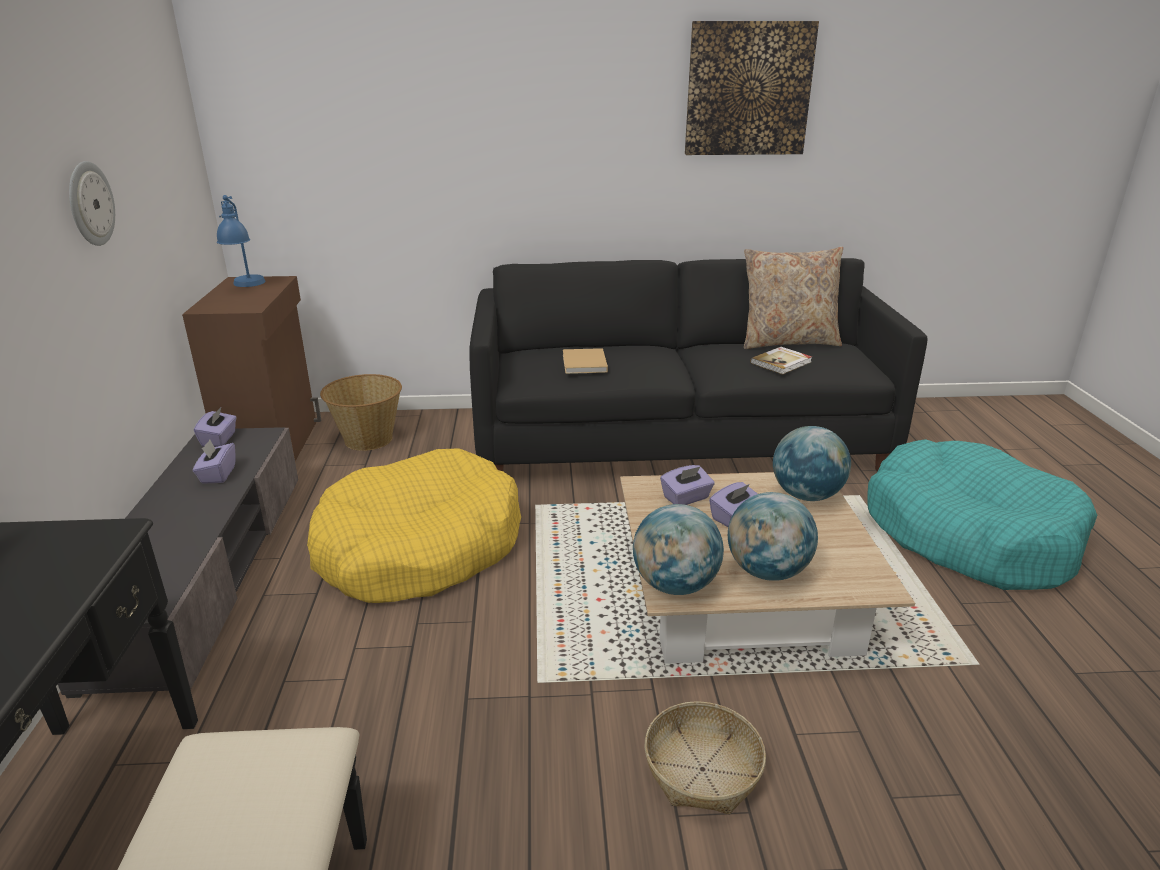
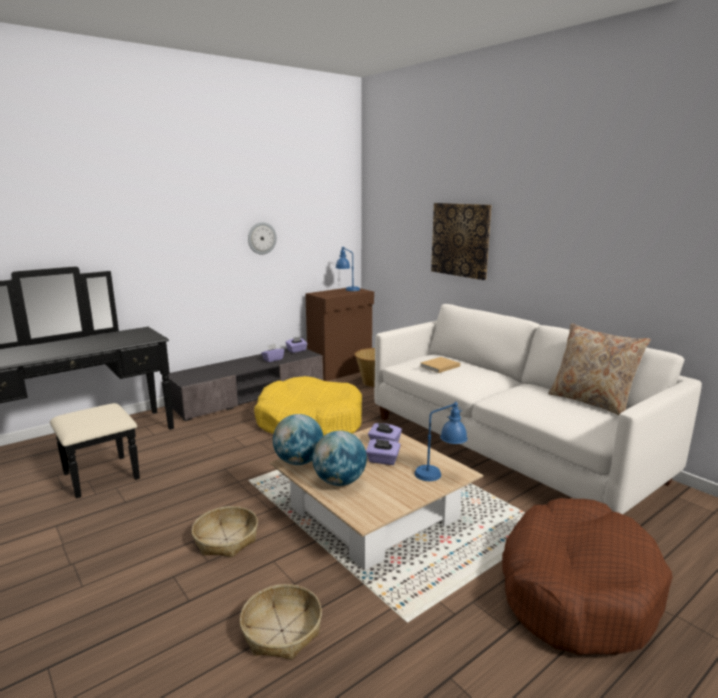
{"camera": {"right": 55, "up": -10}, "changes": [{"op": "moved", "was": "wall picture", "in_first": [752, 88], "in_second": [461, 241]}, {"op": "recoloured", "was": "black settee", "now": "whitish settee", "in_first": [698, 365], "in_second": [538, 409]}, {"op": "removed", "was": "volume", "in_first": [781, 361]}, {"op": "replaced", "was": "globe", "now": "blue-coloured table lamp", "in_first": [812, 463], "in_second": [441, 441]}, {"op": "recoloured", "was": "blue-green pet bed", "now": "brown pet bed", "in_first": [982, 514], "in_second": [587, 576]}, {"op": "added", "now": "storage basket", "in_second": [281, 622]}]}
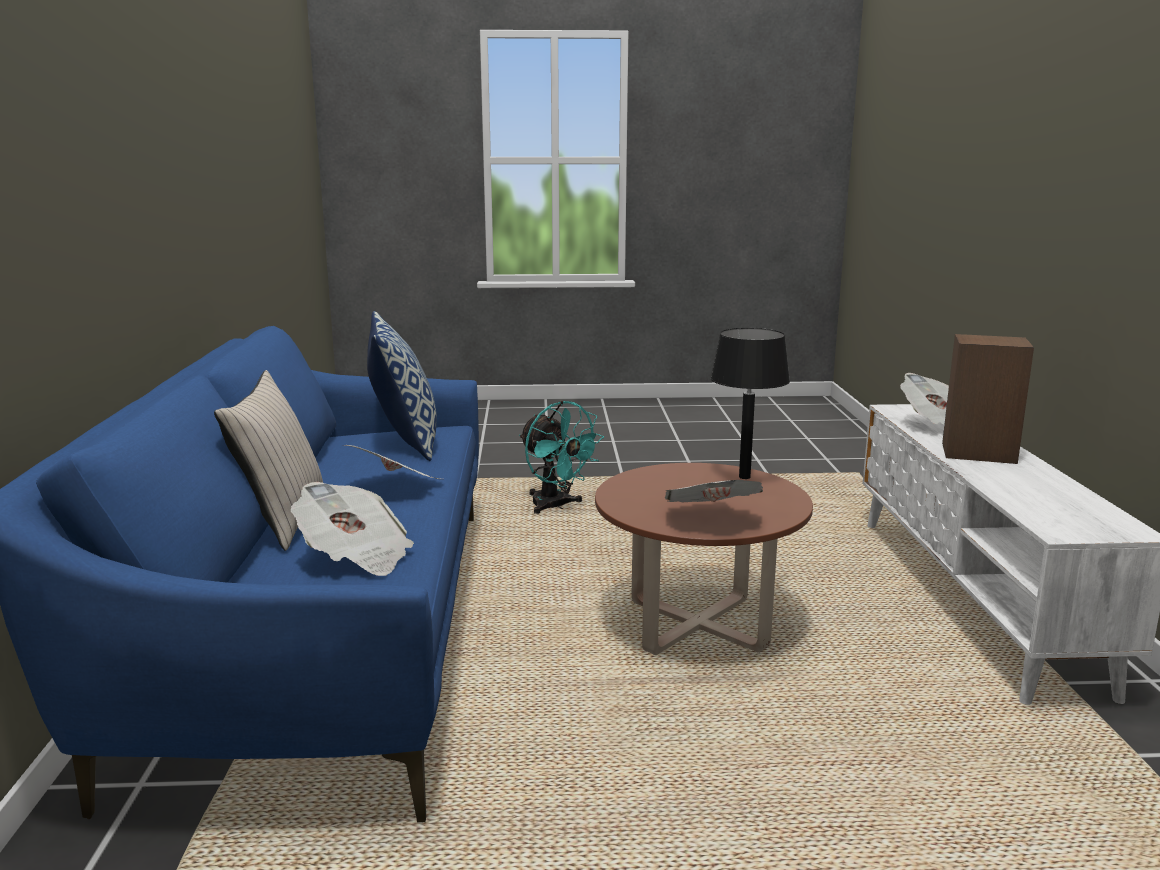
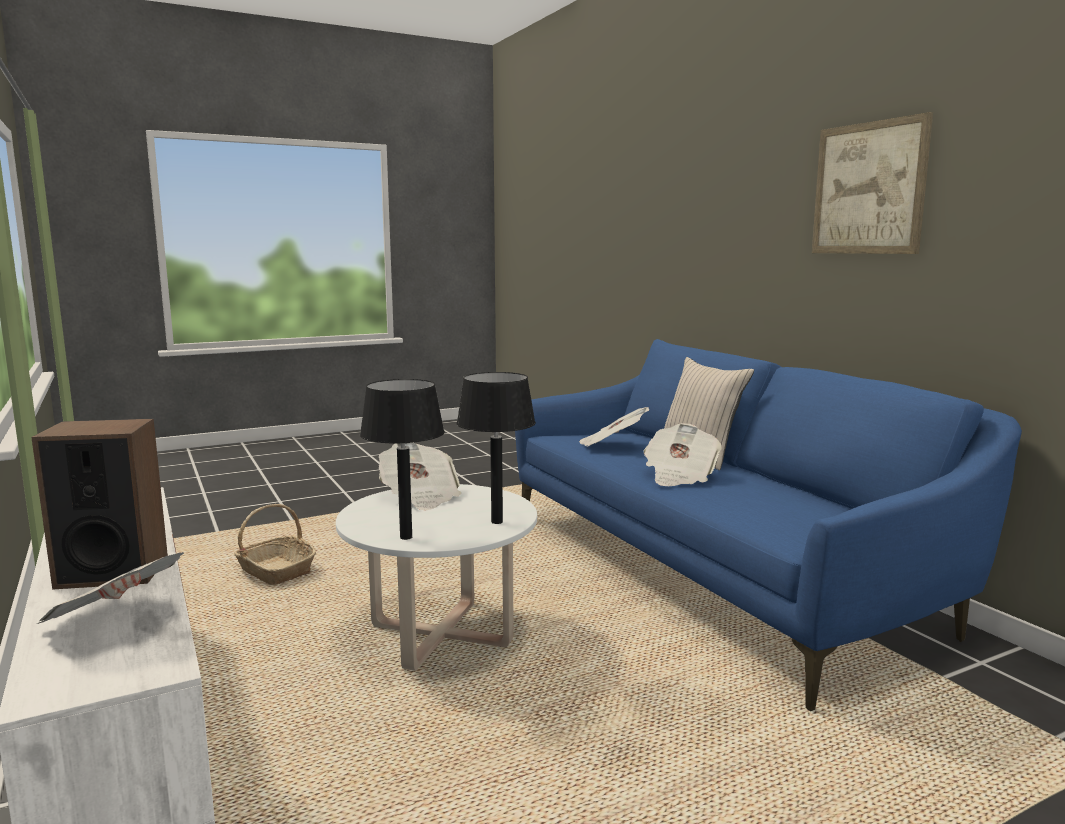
{"camera": {"right": 155, "up": -5}, "changes": [{"op": "removed", "was": "cushion", "in_first": [402, 386]}, {"op": "removed", "was": "blue-green fan", "in_first": [561, 457]}, {"op": "recoloured", "was": "brown lounge table", "now": "whitish lounge table", "in_first": [704, 559], "in_second": [436, 577]}, {"op": "added", "now": "wall picture", "in_second": [872, 183]}, {"op": "added", "now": "black table lamp", "in_second": [496, 448]}, {"op": "added", "now": "storage basket", "in_second": [275, 544]}]}
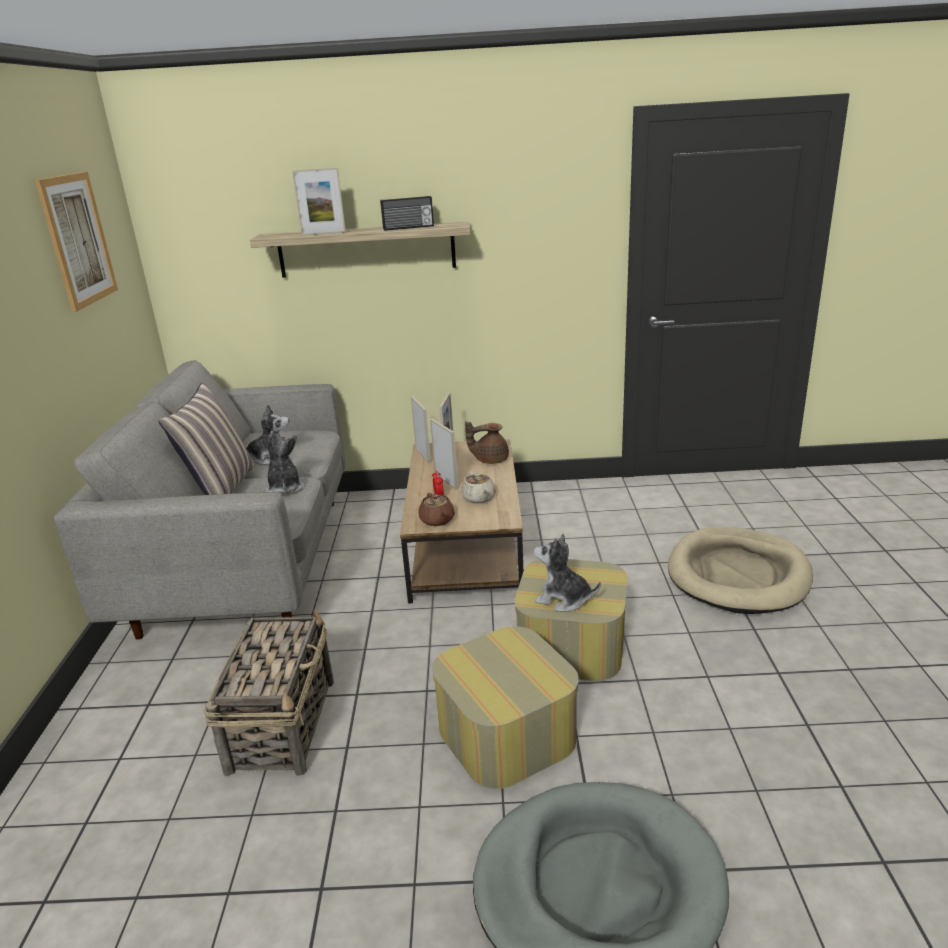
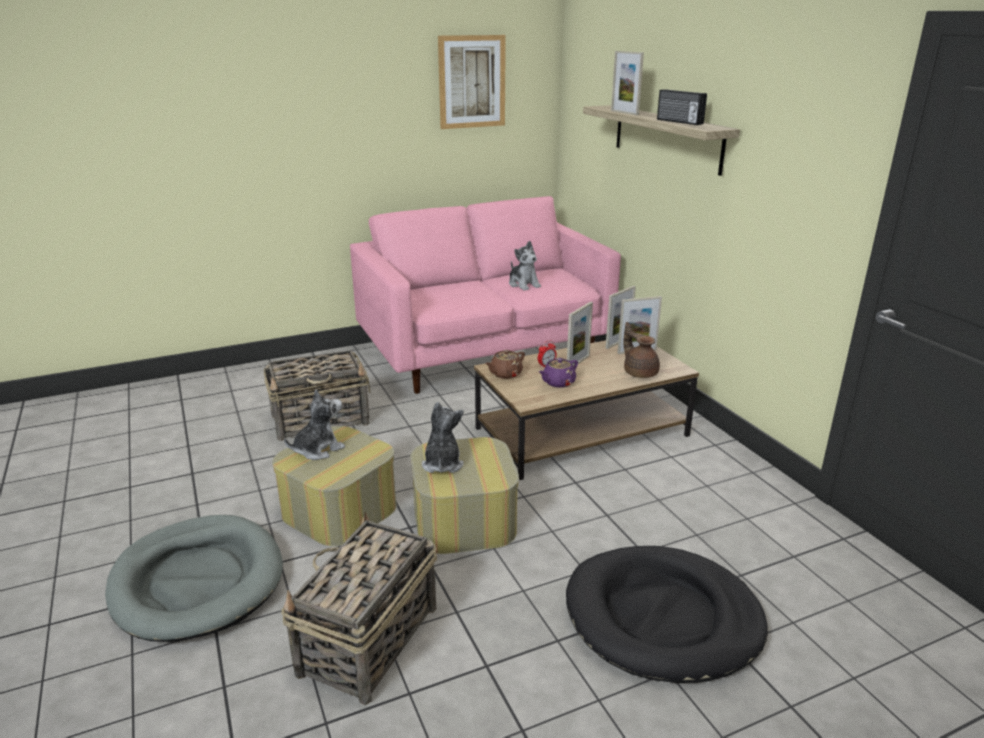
{"camera": {"right": 65, "up": 0}, "changes": [{"op": "recoloured", "was": "gray settee", "now": "pink settee", "in_first": [200, 500], "in_second": [485, 295]}, {"op": "removed", "was": "cushion", "in_first": [206, 438]}, {"op": "moved", "was": "cuddly toy", "in_first": [285, 462], "in_second": [314, 424]}, {"op": "recoloured", "was": "sand-coloured teapot", "now": "purple teapot", "in_first": [478, 488], "in_second": [558, 373]}, {"op": "recoloured", "was": "sand-coloured pet bed", "now": "black pet bed", "in_first": [740, 570], "in_second": [667, 614]}, {"op": "added", "now": "storage basket", "in_second": [359, 608]}]}
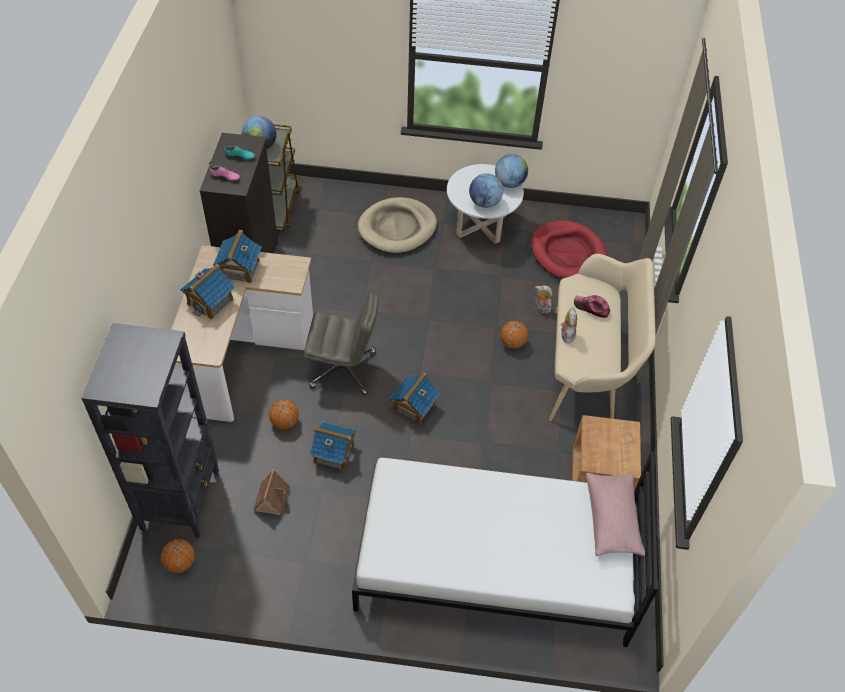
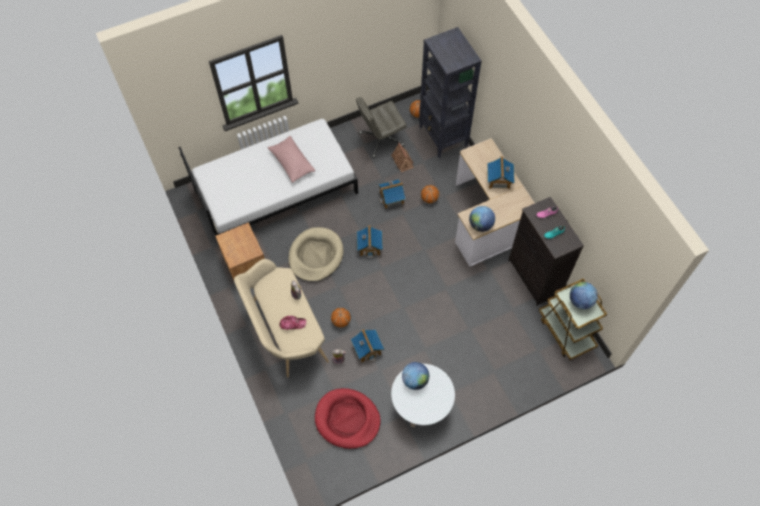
{"camera": {"right": 150, "up": 10}, "changes": [{"op": "moved", "was": "globe", "in_first": [511, 171], "in_second": [482, 219]}, {"op": "moved", "was": "sand-coloured pet bed", "in_first": [397, 225], "in_second": [316, 254]}, {"op": "moved", "was": "model house", "in_first": [237, 256], "in_second": [367, 345]}, {"op": "moved", "was": "gray desk chair", "in_first": [341, 343], "in_second": [381, 127]}, {"op": "moved", "was": "pink cushion", "in_first": [615, 514], "in_second": [291, 159]}]}
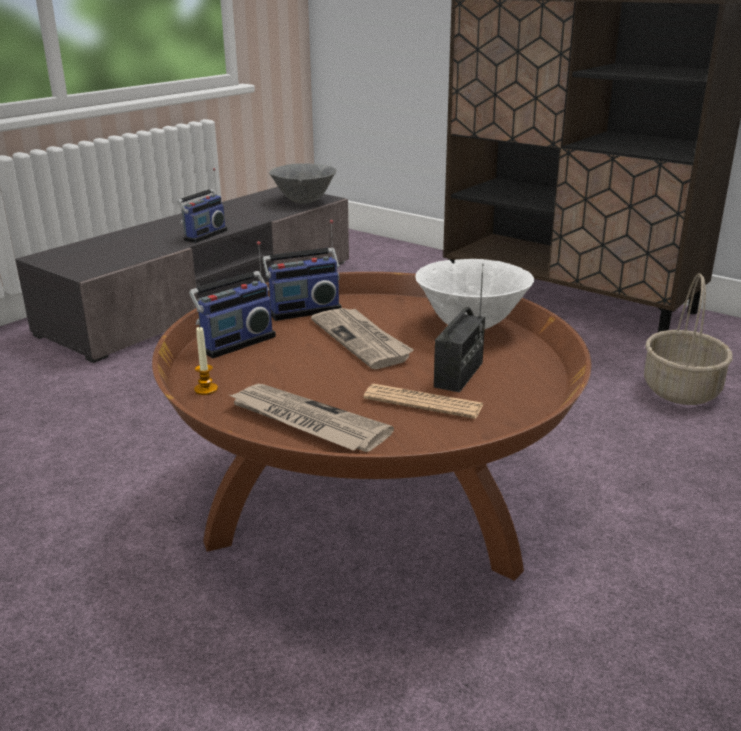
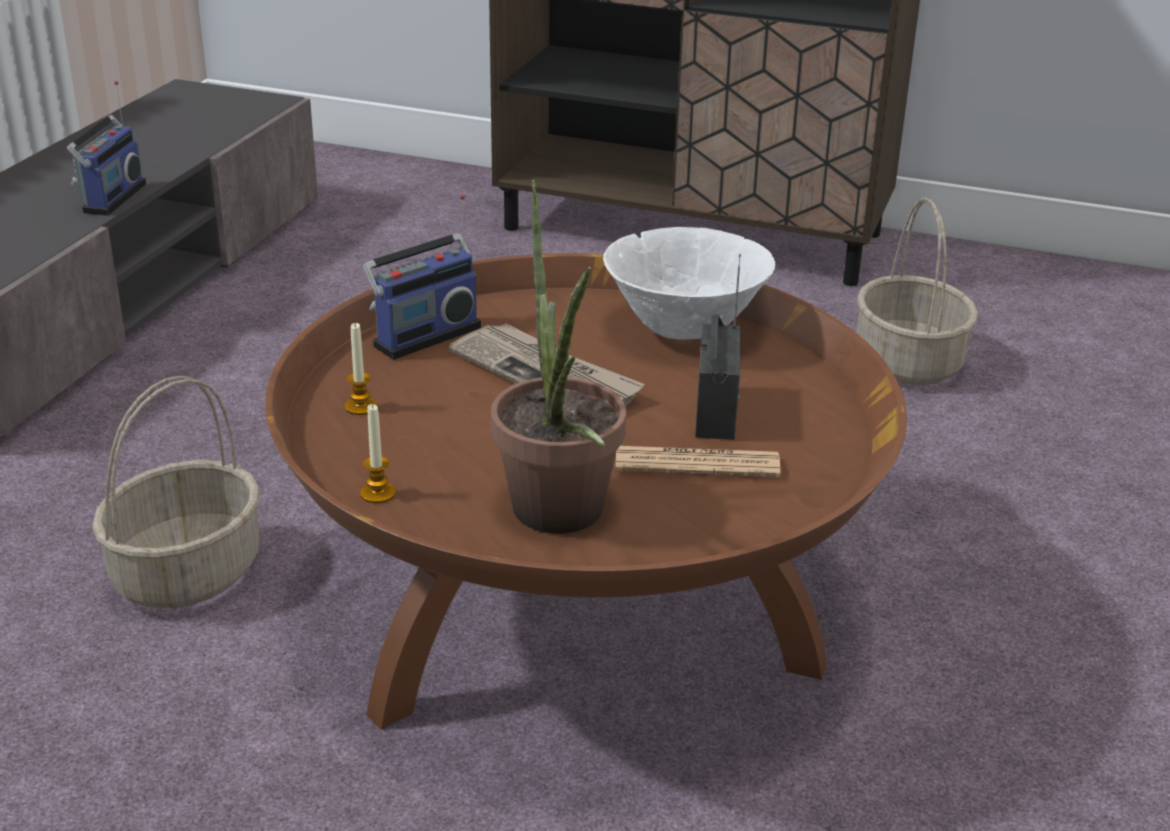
{"camera": {"right": -20, "up": 5}, "changes": [{"op": "removed", "was": "gray deep dish", "in_first": [303, 183]}, {"op": "replaced", "was": "radio receiver", "now": "wax candle", "in_first": [232, 299], "in_second": [361, 369]}, {"op": "replaced", "was": "newspaper", "now": "houseplant", "in_first": [310, 418], "in_second": [558, 356]}, {"op": "added", "now": "storage basket", "in_second": [176, 492]}]}
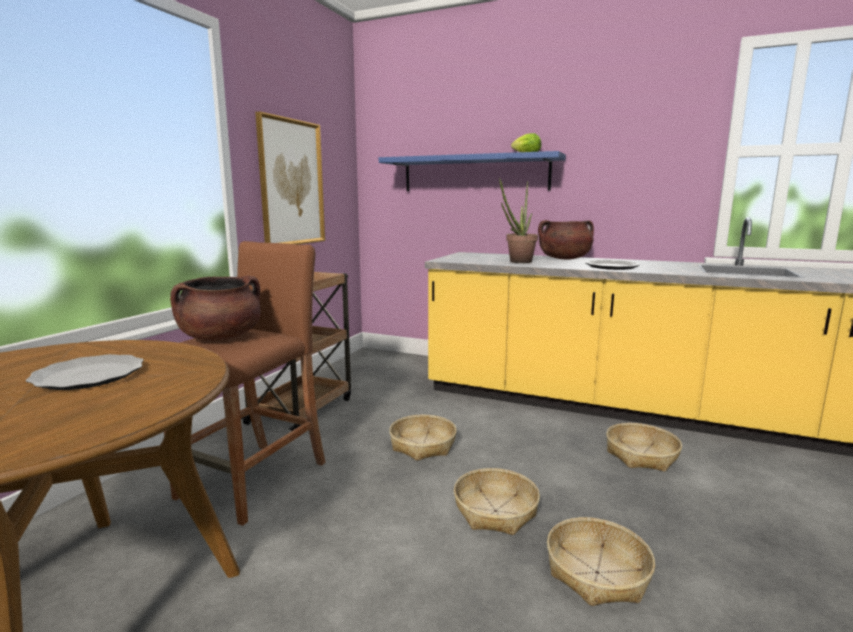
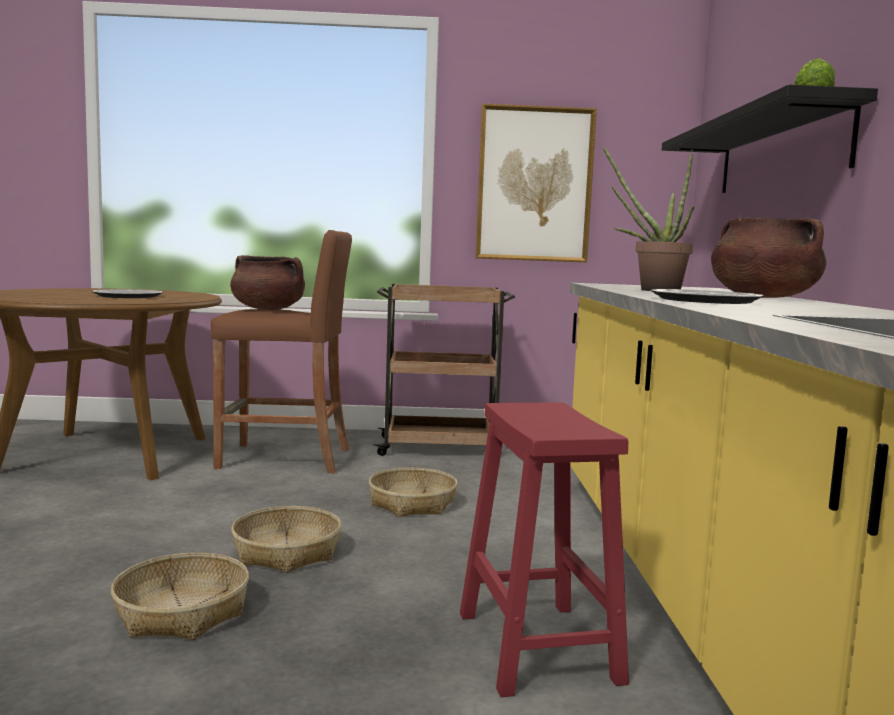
{"camera": {"right": 65, "up": -5}, "changes": [{"op": "recoloured", "was": "blue-coloured shelf", "now": "black shelf", "in_first": [472, 171], "in_second": [770, 139]}, {"op": "replaced", "was": "storage basket", "now": "reddish sitting stool", "in_first": [644, 447], "in_second": [544, 549]}]}
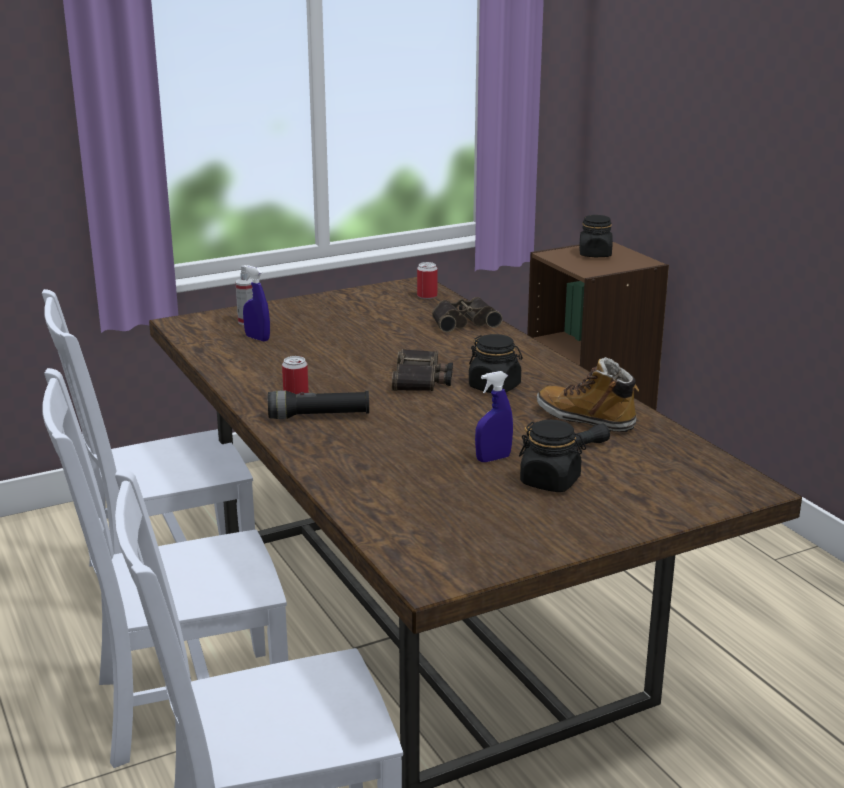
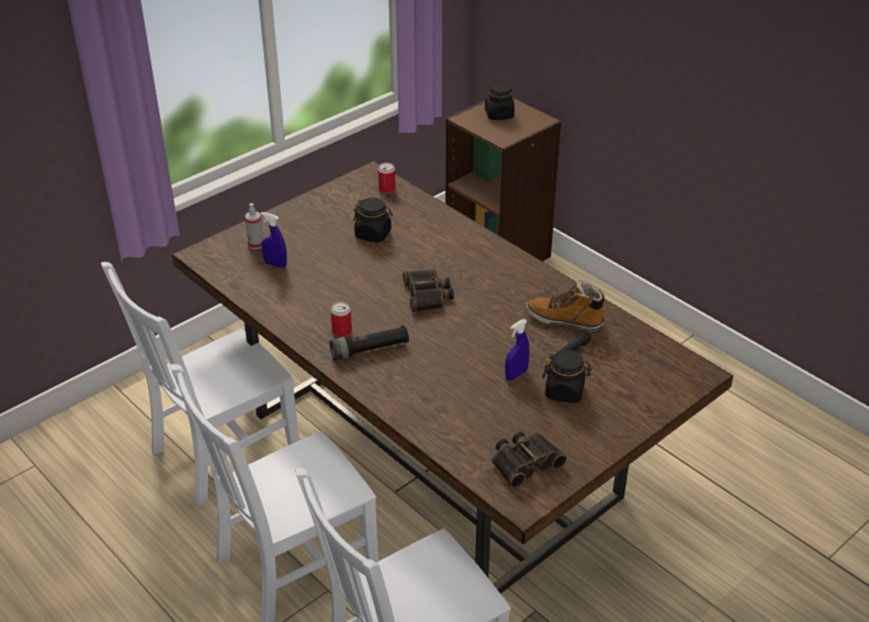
{"camera": {"right": -15, "up": 15}, "changes": [{"op": "moved", "was": "pair of binoculars", "in_first": [467, 315], "in_second": [529, 460]}, {"op": "moved", "was": "black preserve jar", "in_first": [496, 363], "in_second": [373, 220]}]}
